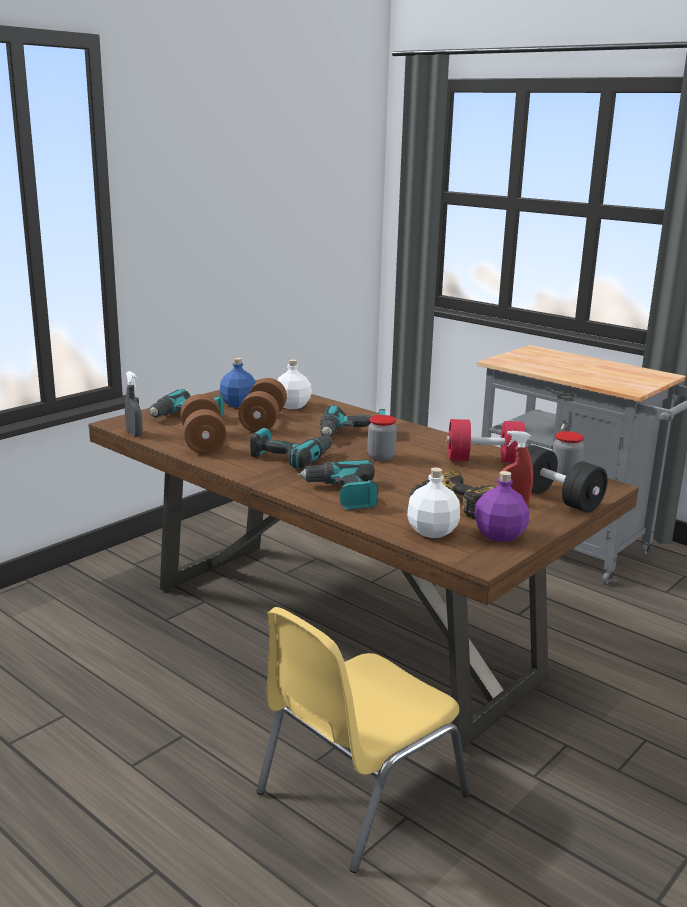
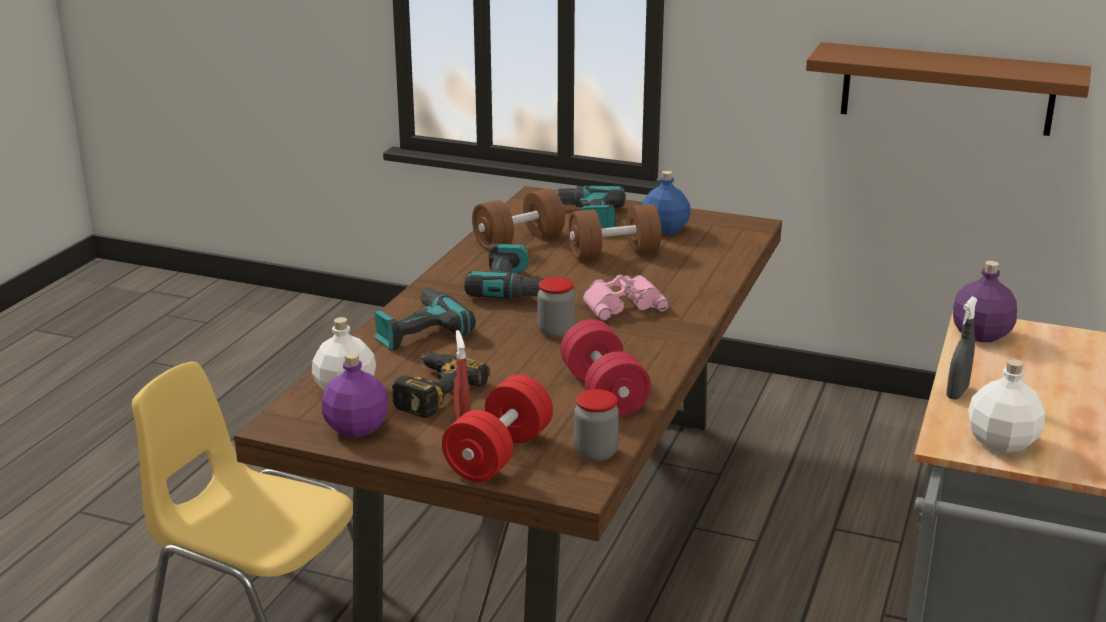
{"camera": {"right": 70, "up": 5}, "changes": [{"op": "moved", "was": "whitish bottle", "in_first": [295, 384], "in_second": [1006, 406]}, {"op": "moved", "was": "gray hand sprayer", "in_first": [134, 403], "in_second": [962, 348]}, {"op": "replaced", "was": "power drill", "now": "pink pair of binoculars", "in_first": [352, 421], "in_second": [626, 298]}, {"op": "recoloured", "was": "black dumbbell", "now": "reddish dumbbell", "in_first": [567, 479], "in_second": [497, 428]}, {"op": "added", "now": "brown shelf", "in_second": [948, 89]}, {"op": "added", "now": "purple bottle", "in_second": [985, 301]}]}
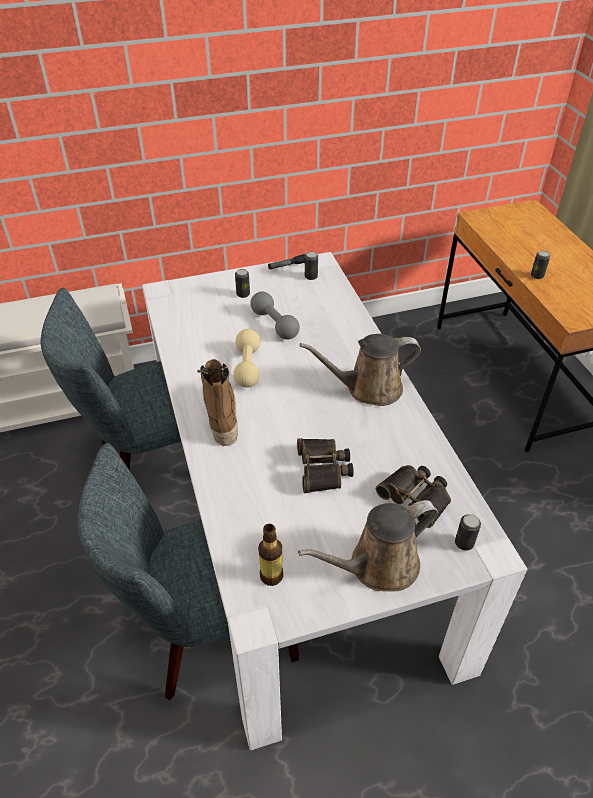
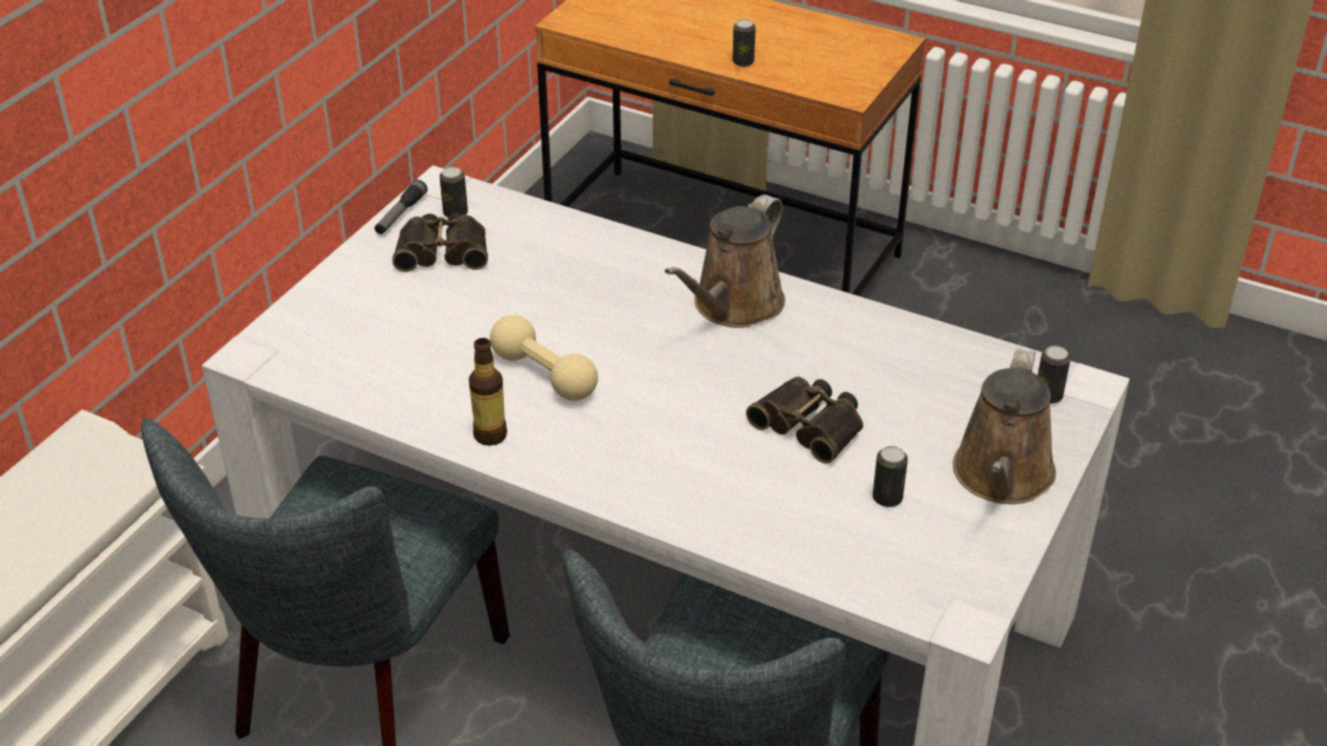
{"camera": {"right": -45, "up": -5}, "changes": [{"op": "moved", "was": "sealed can", "in_first": [242, 283], "in_second": [890, 476]}, {"op": "removed", "was": "gray dumbbell", "in_first": [275, 315]}, {"op": "removed", "was": "high-top boot", "in_first": [217, 402]}, {"op": "moved", "was": "pair of binoculars", "in_first": [413, 496], "in_second": [440, 242]}, {"op": "moved", "was": "bottle", "in_first": [270, 555], "in_second": [488, 392]}]}
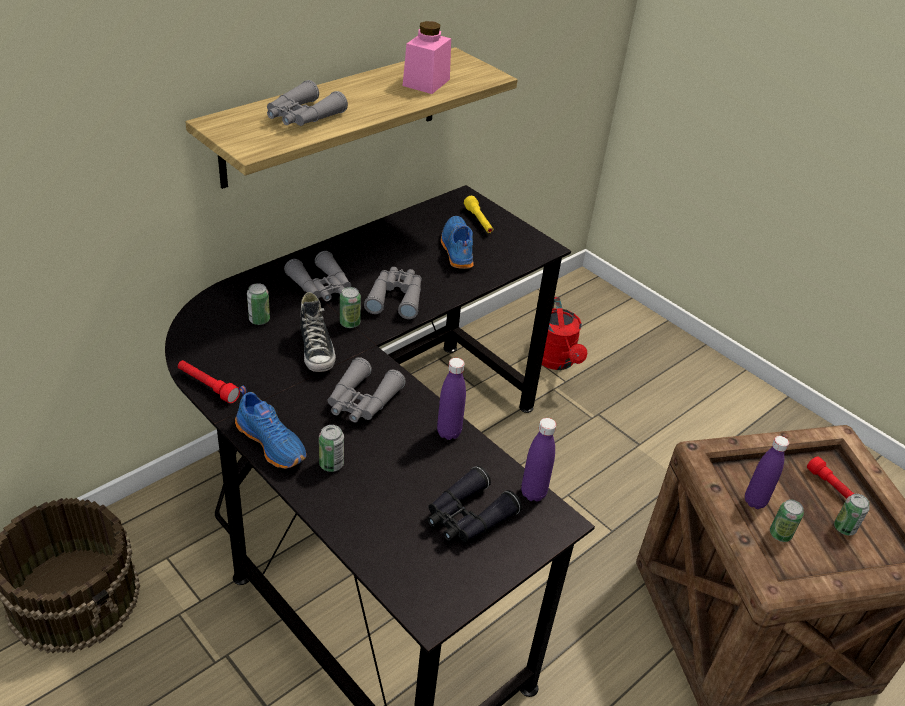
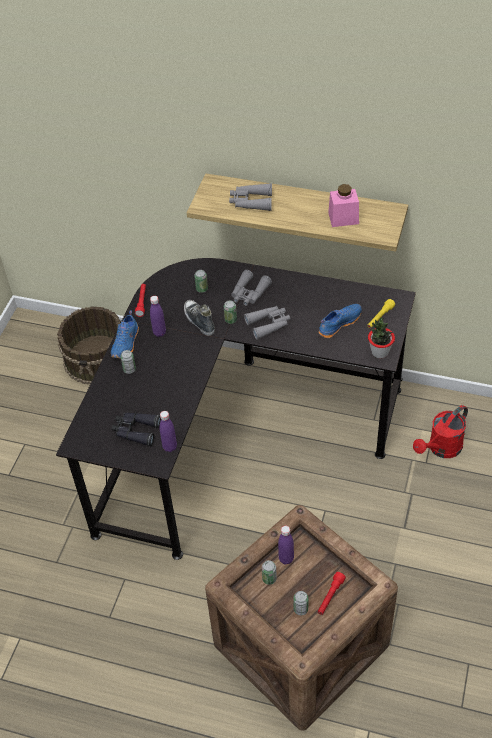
{"camera": {"right": 65, "up": 10}, "changes": [{"op": "turned", "was": "item of footwear", "in_first": [318, 332], "in_second": [199, 318], "clockwise": 105}, {"op": "removed", "was": "gray pair of binoculars", "in_first": [366, 389]}, {"op": "moved", "was": "purple bottle", "in_first": [451, 399], "in_second": [158, 316]}, {"op": "added", "now": "houseplant", "in_second": [381, 338]}]}
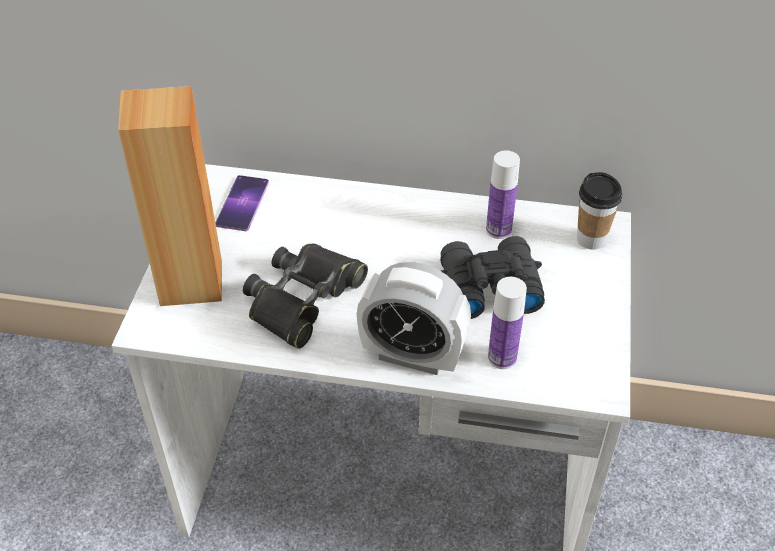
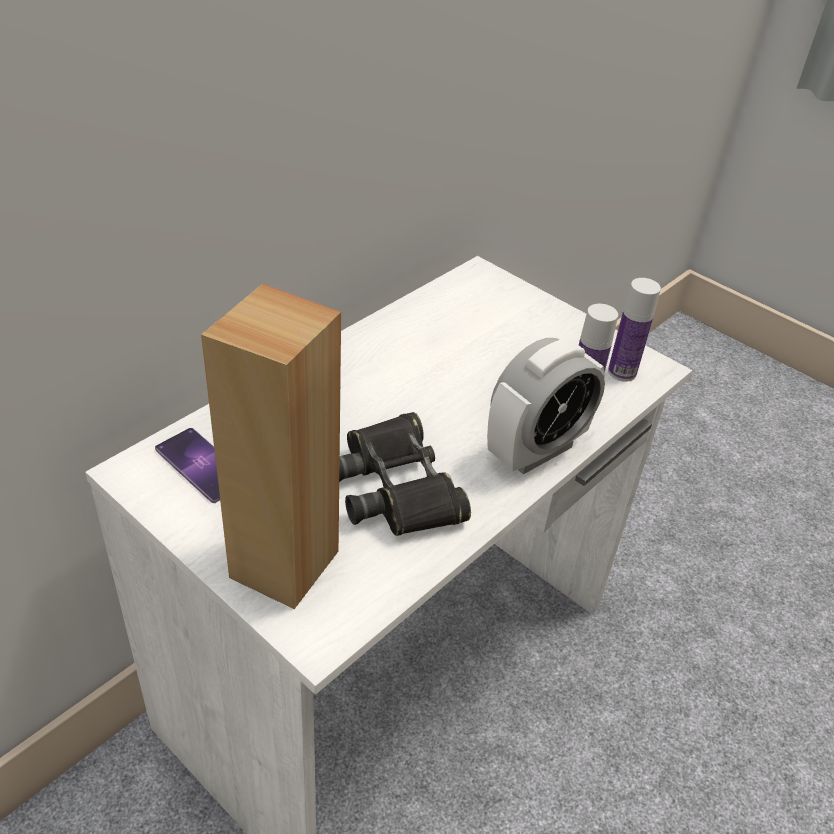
{"camera": {"right": -60, "up": -5}, "changes": [{"op": "moved", "was": "bottle", "in_first": [503, 194], "in_second": [634, 330]}, {"op": "removed", "was": "cup", "in_first": [599, 210]}, {"op": "removed", "was": "black pair of binoculars", "in_first": [492, 277]}]}
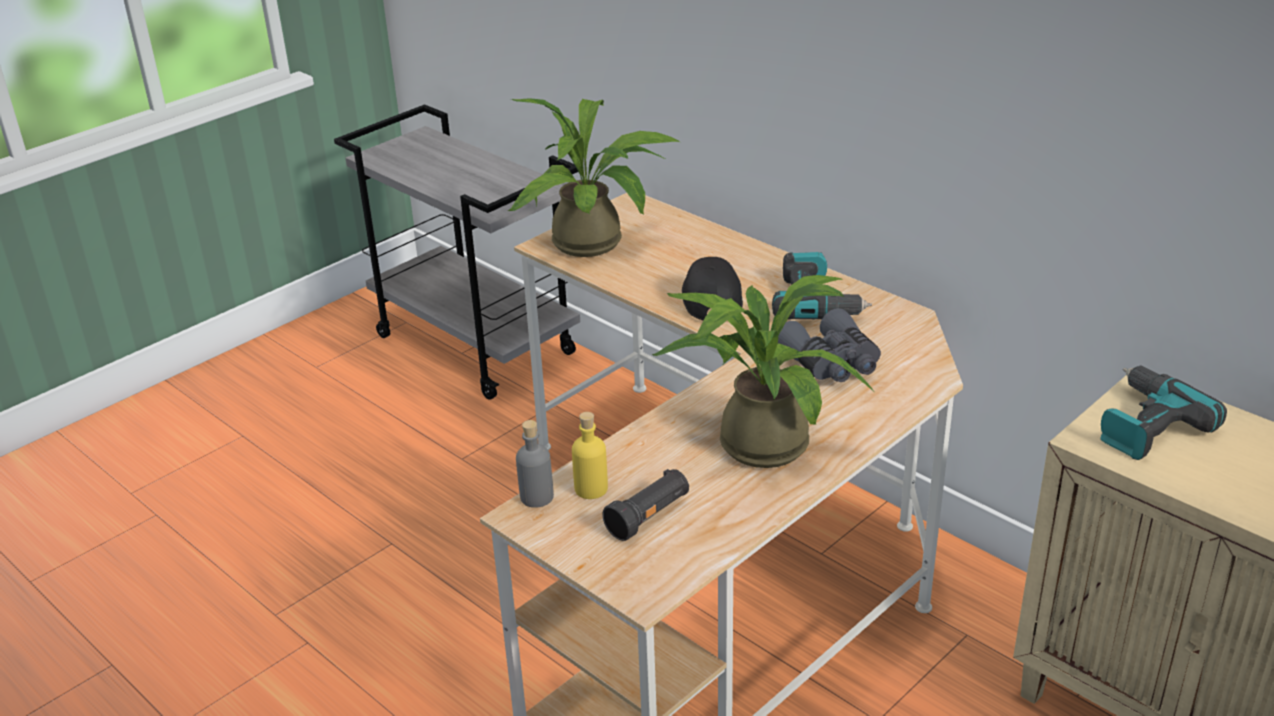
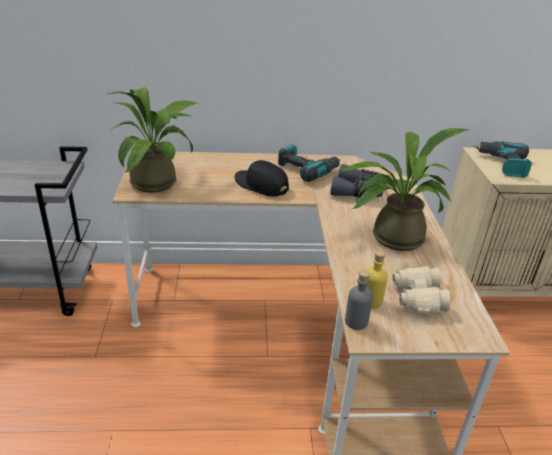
{"camera": {"right": -50, "up": 0}, "changes": [{"op": "replaced", "was": "black hand torch", "now": "sand-coloured pair of binoculars", "in_first": [645, 505], "in_second": [421, 290]}]}
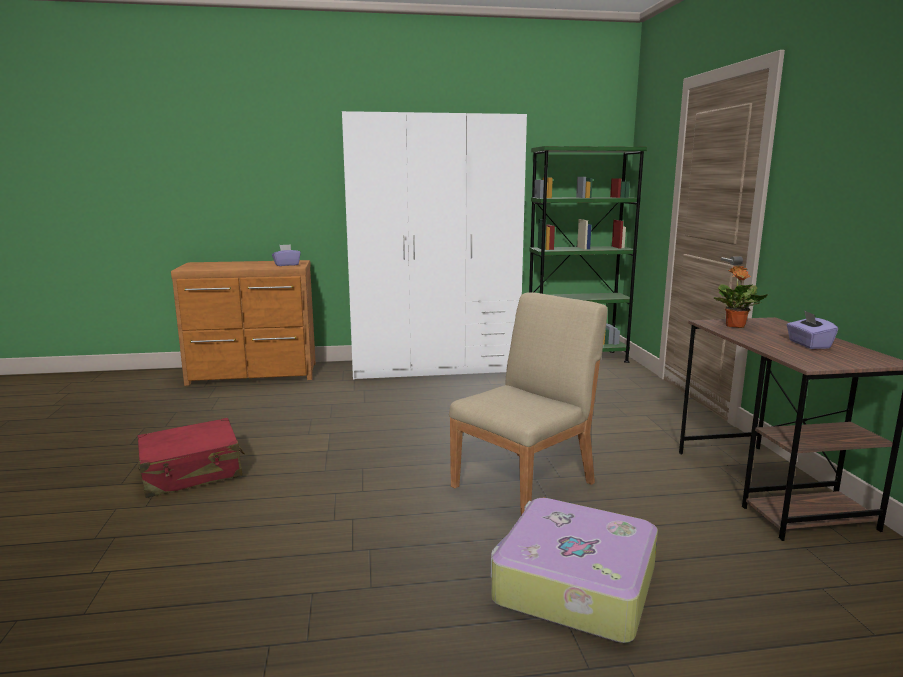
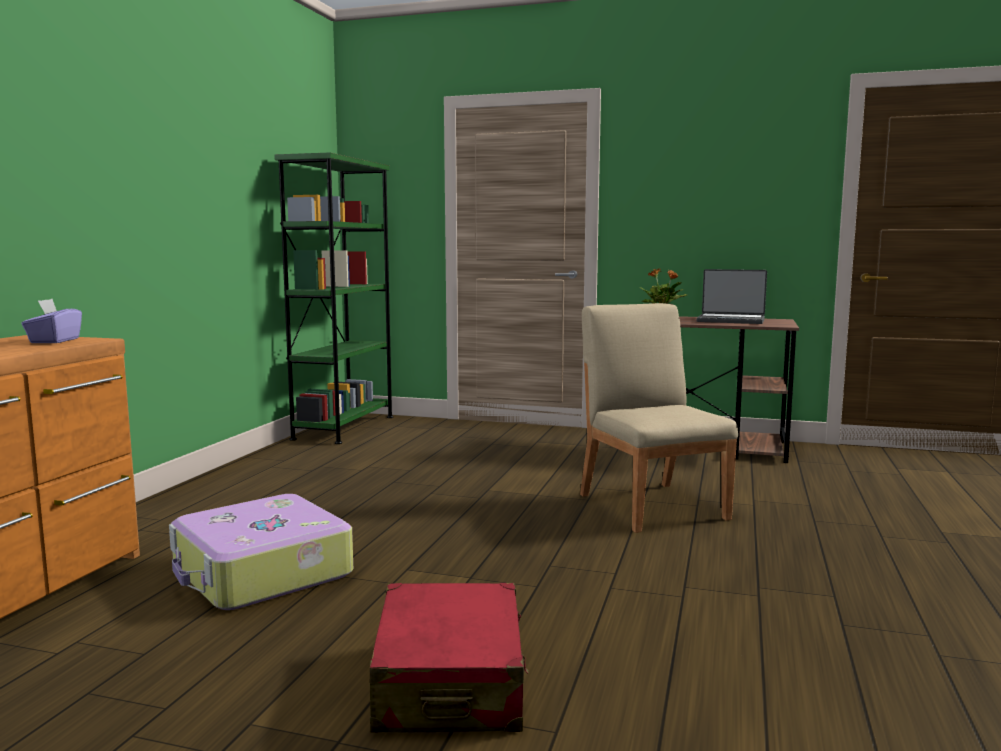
{"camera": {"right": -65, "up": -5}, "changes": [{"op": "removed", "was": "whitish clothes cupboard", "in_first": [434, 245]}, {"op": "replaced", "was": "purple tissue box", "now": "portable computer", "in_first": [812, 329], "in_second": [732, 296]}, {"op": "moved", "was": "suitcase", "in_first": [574, 570], "in_second": [261, 552]}]}
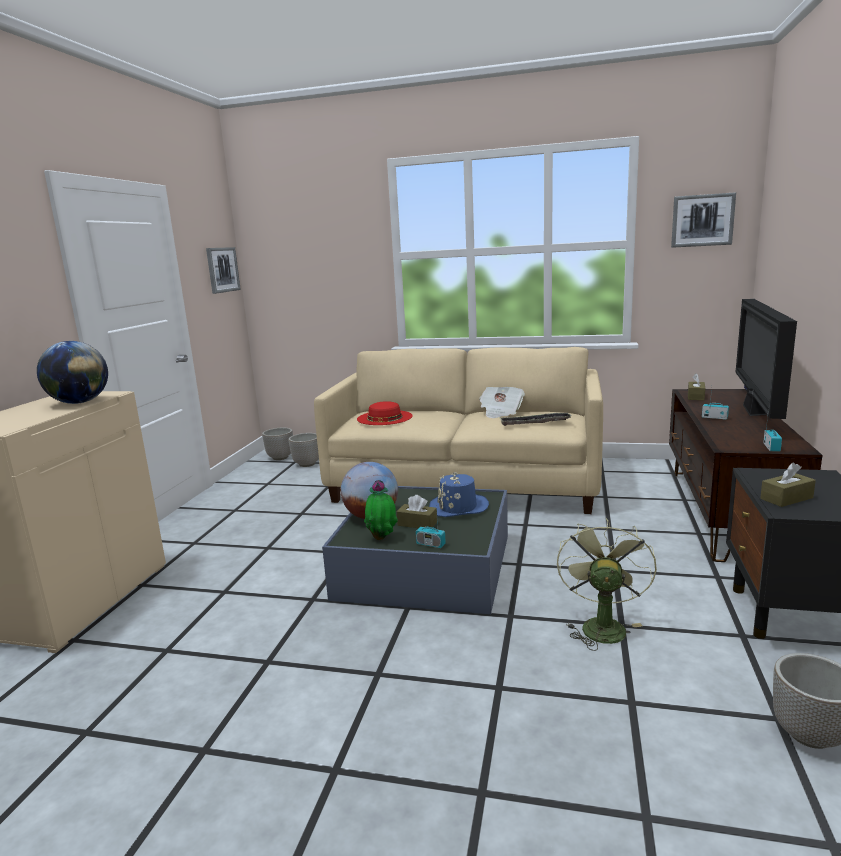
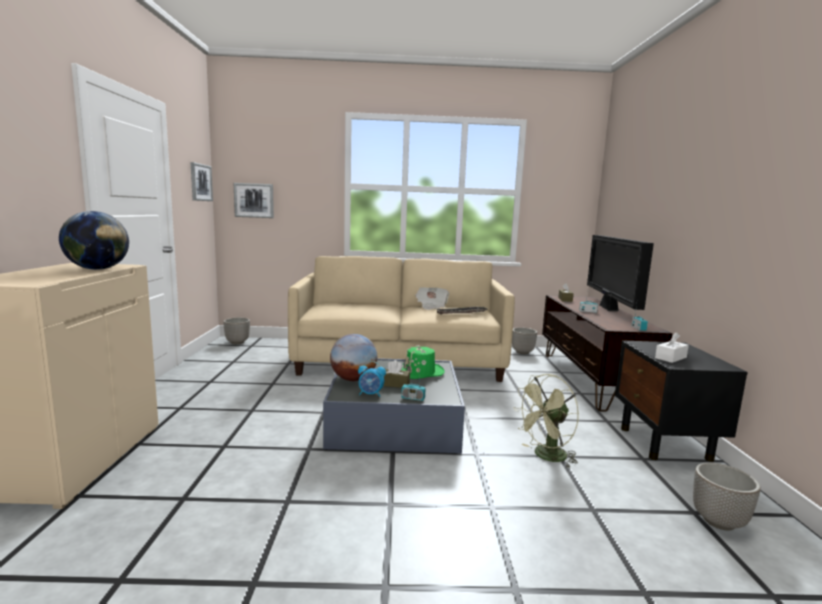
{"camera": {"right": -15, "up": -5}, "changes": [{"op": "moved", "was": "wall picture", "in_first": [703, 220], "in_second": [254, 200]}, {"op": "removed", "was": "reddish wearable hat", "in_first": [384, 413]}, {"op": "moved", "was": "plant pot", "in_first": [304, 450], "in_second": [524, 341]}, {"op": "recoloured", "was": "brown tissue box", "now": "whitish tissue box", "in_first": [788, 485], "in_second": [672, 347]}, {"op": "recoloured", "was": "blue-coloured wearable hat", "now": "greenish wearable hat", "in_first": [459, 494], "in_second": [423, 362]}, {"op": "replaced", "was": "houseplant", "now": "bedside clock", "in_first": [381, 510], "in_second": [372, 379]}, {"op": "turned", "was": "greenish fan", "in_first": [607, 584], "in_second": [546, 421], "clockwise": -120}]}
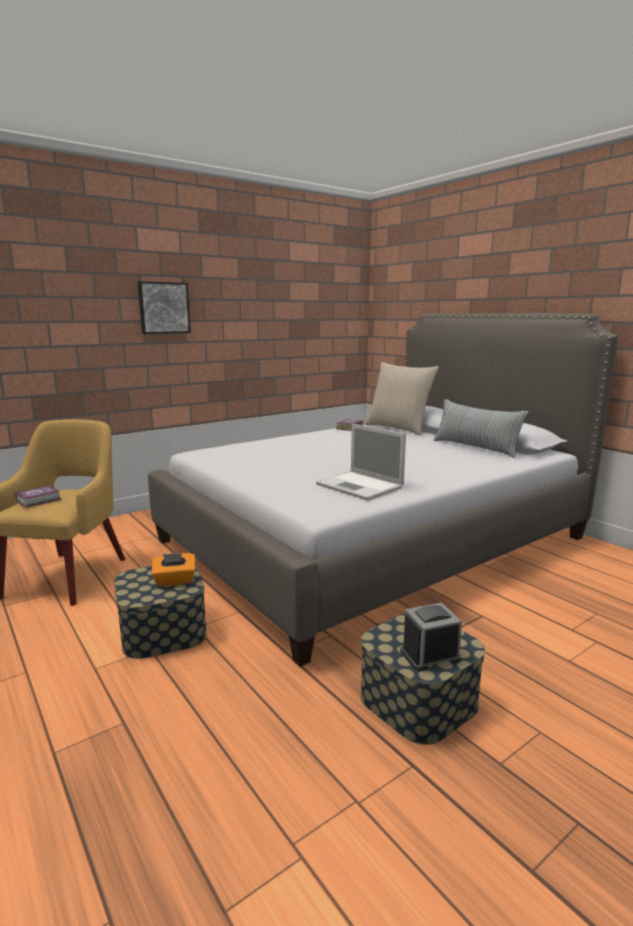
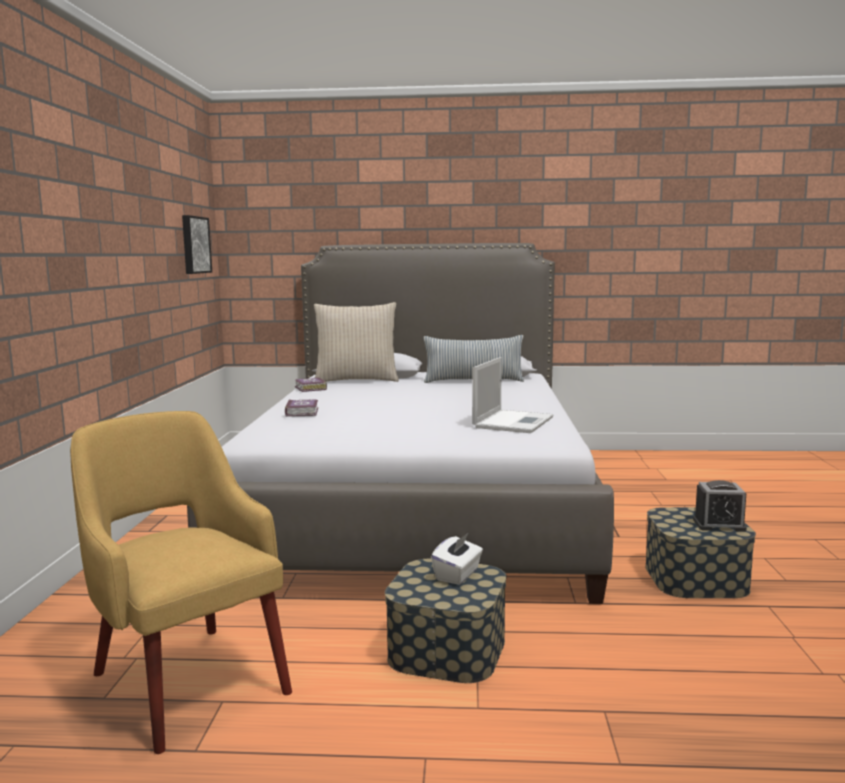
{"camera": {"right": -50, "up": -5}, "changes": [{"op": "moved", "was": "wall picture", "in_first": [164, 307], "in_second": [197, 244]}, {"op": "turned", "was": "portable computer", "in_first": [361, 462], "in_second": [512, 395], "clockwise": -60}, {"op": "moved", "was": "volume", "in_first": [38, 496], "in_second": [301, 408]}, {"op": "recoloured", "was": "orange-coloured tissue box", "now": "whitish tissue box", "in_first": [173, 570], "in_second": [457, 559]}, {"op": "turned", "was": "bedside clock", "in_first": [431, 636], "in_second": [720, 506], "clockwise": -105}]}
